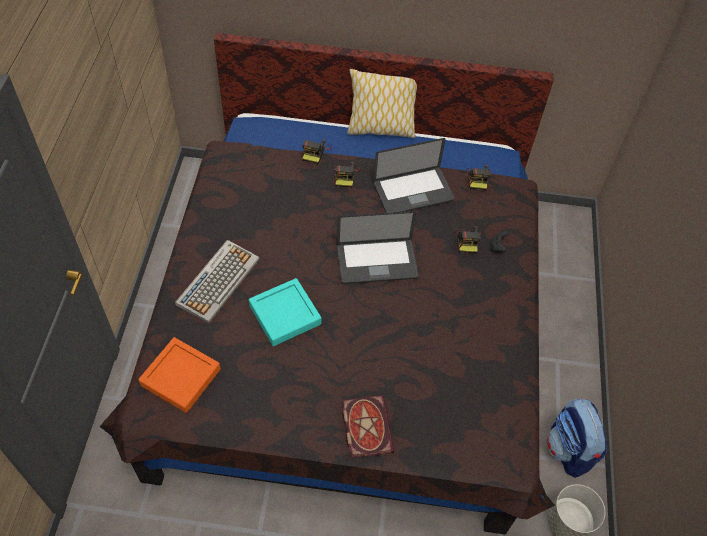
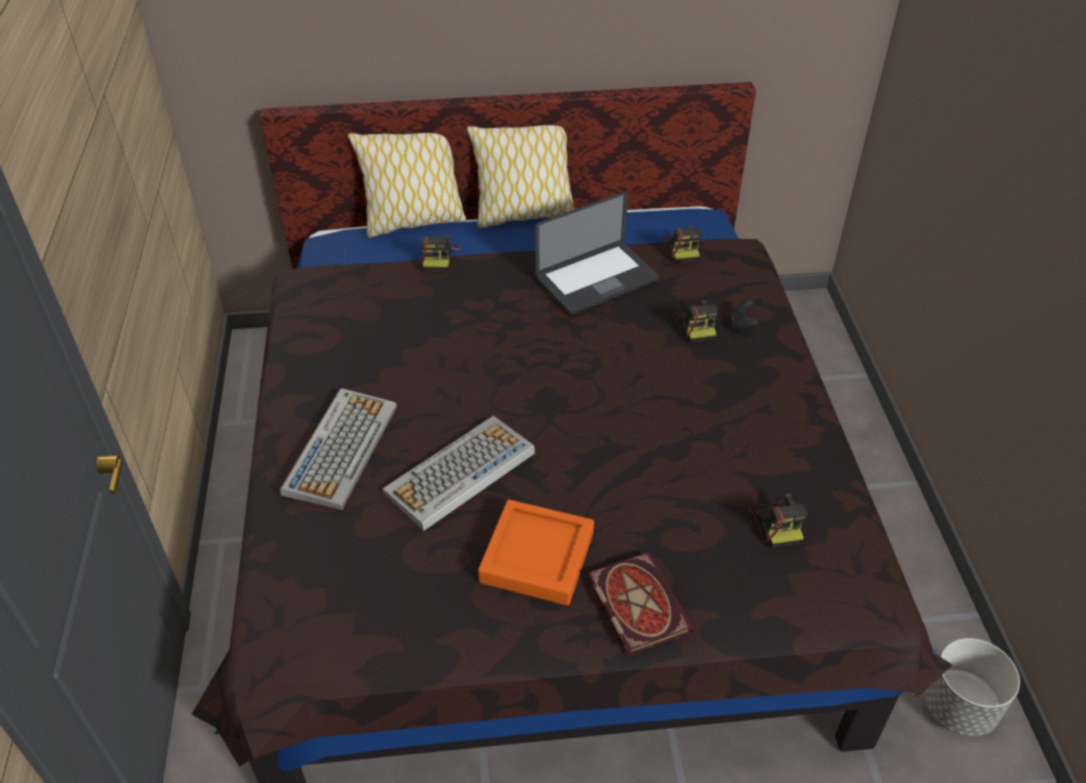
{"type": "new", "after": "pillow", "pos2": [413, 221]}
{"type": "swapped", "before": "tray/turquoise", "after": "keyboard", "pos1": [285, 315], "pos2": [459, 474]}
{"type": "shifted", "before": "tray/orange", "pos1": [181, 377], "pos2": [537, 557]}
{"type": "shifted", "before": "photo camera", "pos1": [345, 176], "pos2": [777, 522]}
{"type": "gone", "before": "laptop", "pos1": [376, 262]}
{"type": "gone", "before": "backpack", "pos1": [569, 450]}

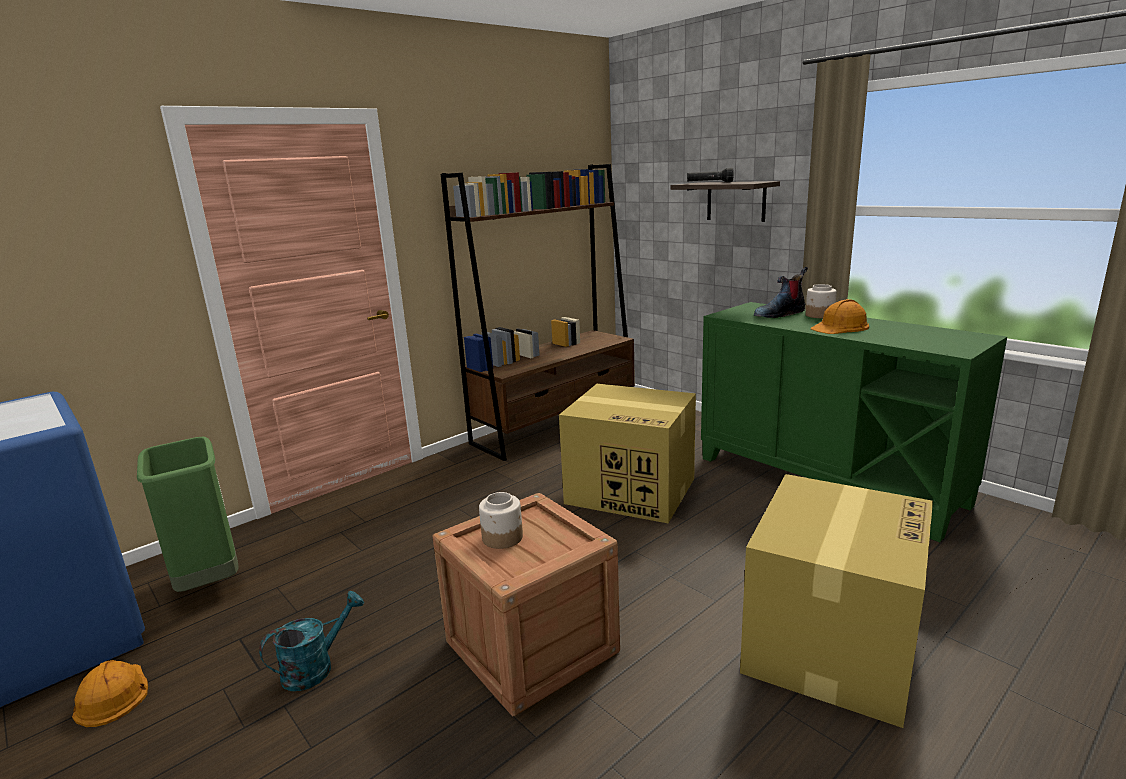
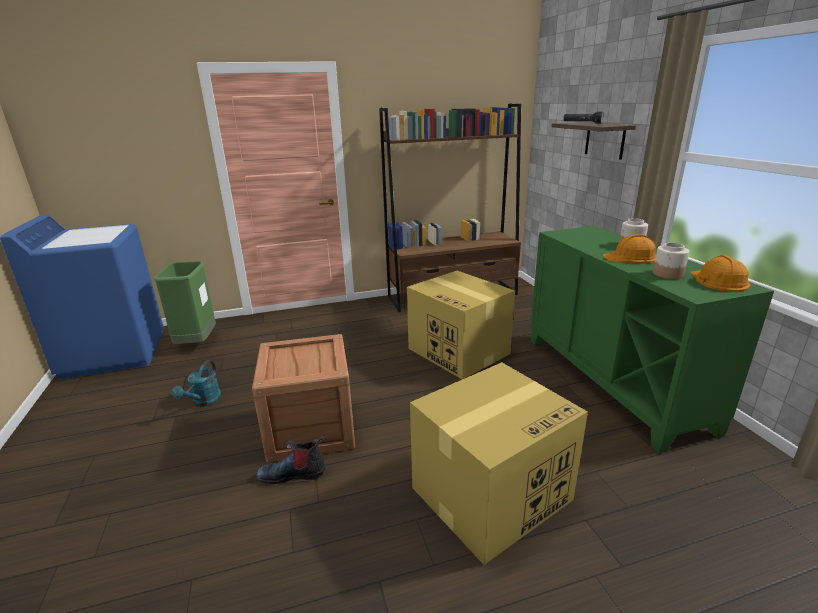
{"type": "rotated", "before": "watering can/turquoise", "pos1": [316, 667], "pos2": [204, 402], "turn": 120}
{"type": "shifted", "before": "boot", "pos1": [779, 314], "pos2": [293, 474]}
{"type": "shifted", "before": "jar", "pos1": [503, 537], "pos2": [668, 274]}
{"type": "shifted", "before": "hard hat/orange", "pos1": [112, 695], "pos2": [718, 281]}

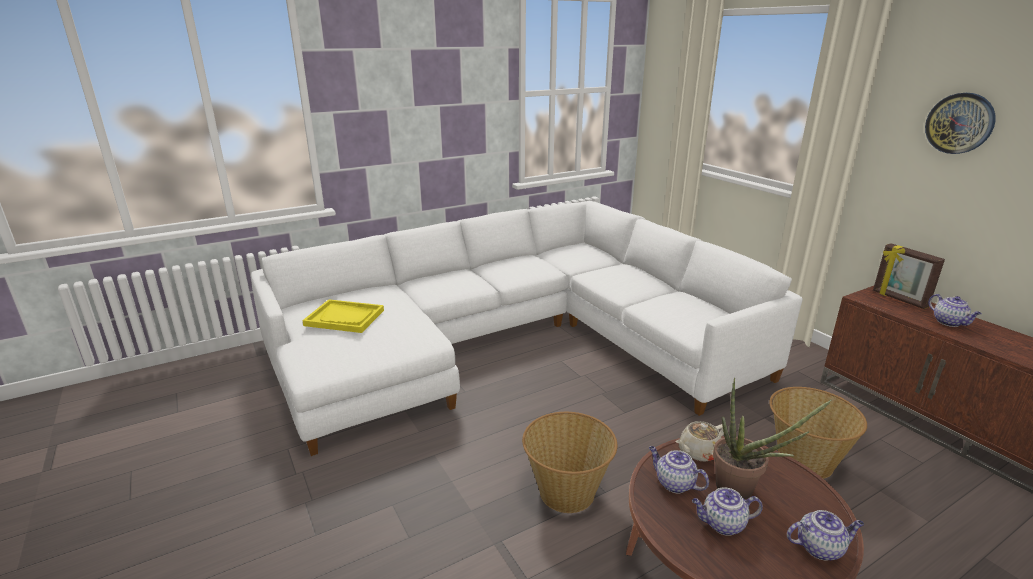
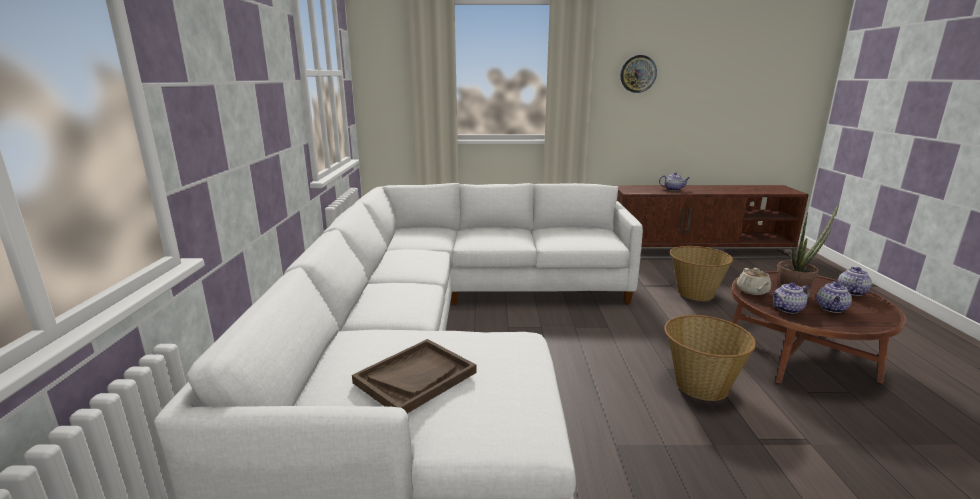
{"type": "repainted", "before": "tray/yellow", "after": "tray/brown", "pos1": [345, 318], "pos2": [415, 377]}
{"type": "gone", "before": "picture frame", "pos1": [899, 299]}

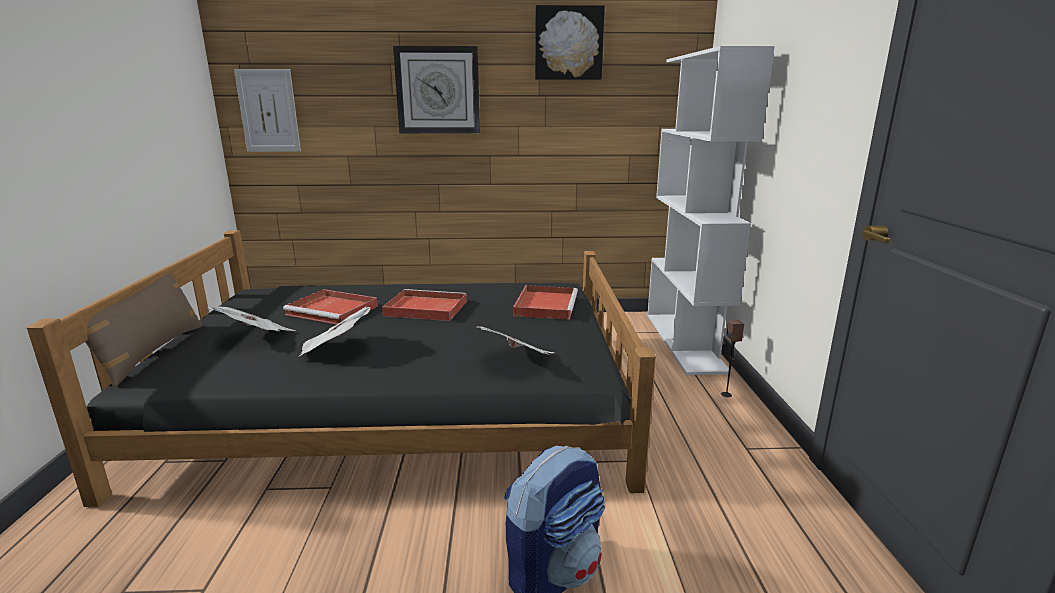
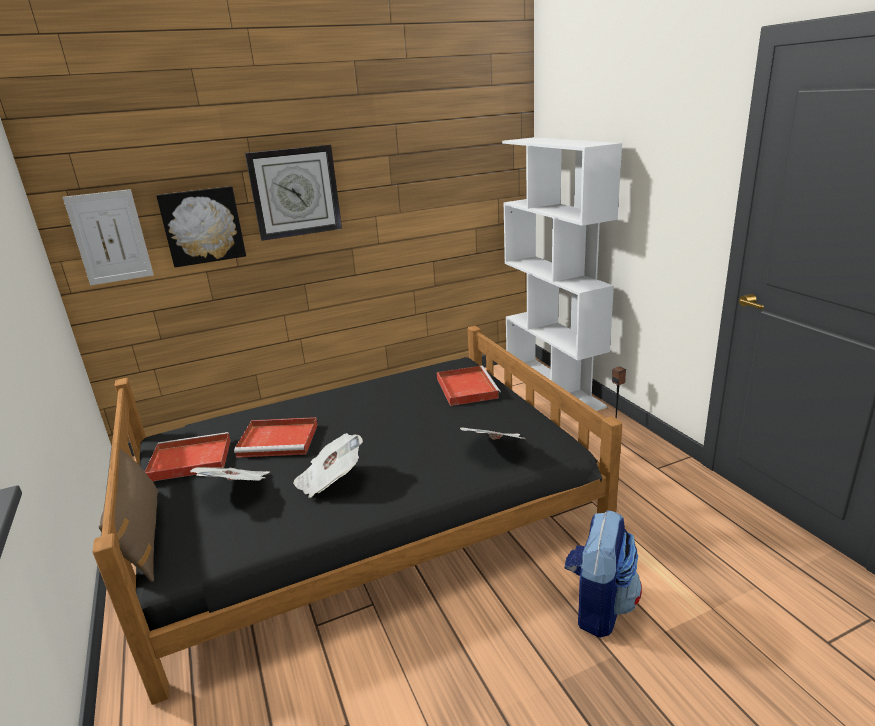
{"type": "shifted", "before": "tray/red", "pos1": [424, 308], "pos2": [188, 460]}
{"type": "shifted", "before": "picture", "pos1": [568, 43], "pos2": [202, 226]}

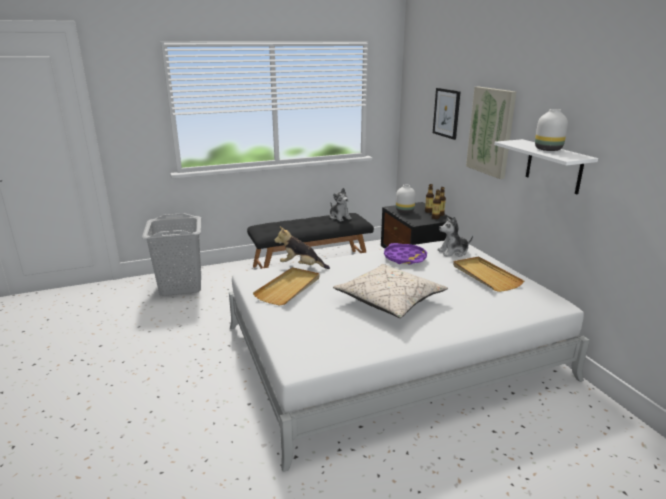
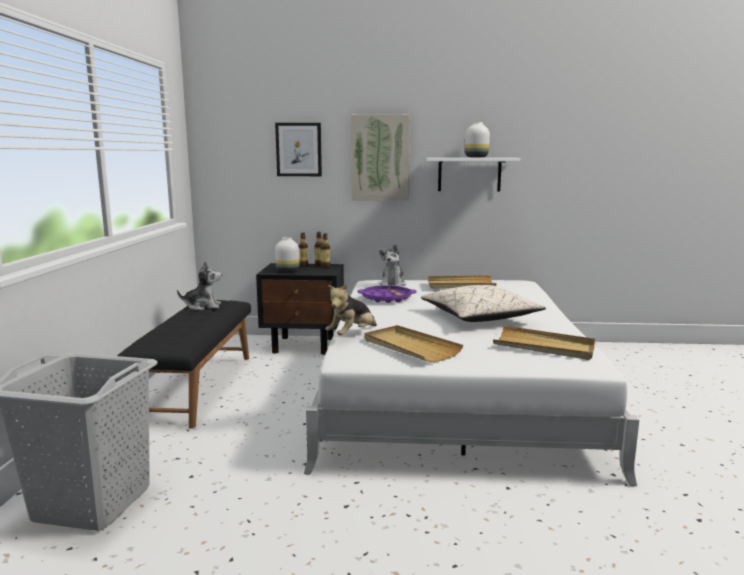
{"type": "new", "after": "tray/beige", "pos2": [544, 346]}

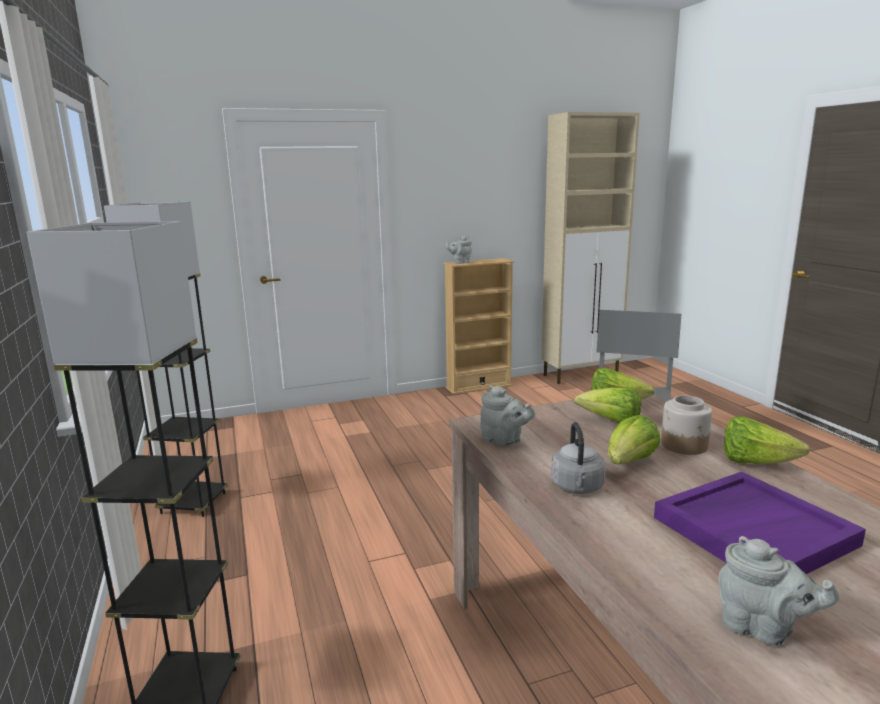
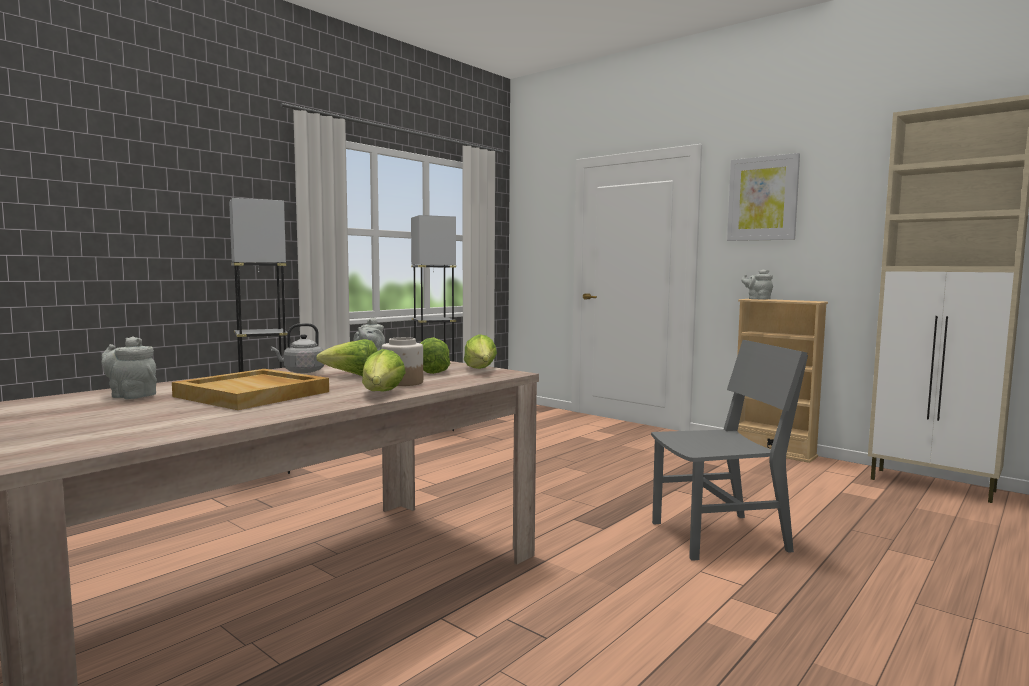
{"type": "rotated", "before": "teapot/grey", "pos1": [762, 629], "pos2": [131, 395], "turn": 105}
{"type": "repainted", "before": "tray/purple", "after": "tray/beige", "pos1": [753, 530], "pos2": [254, 394]}
{"type": "new", "after": "picture", "pos2": [762, 199]}

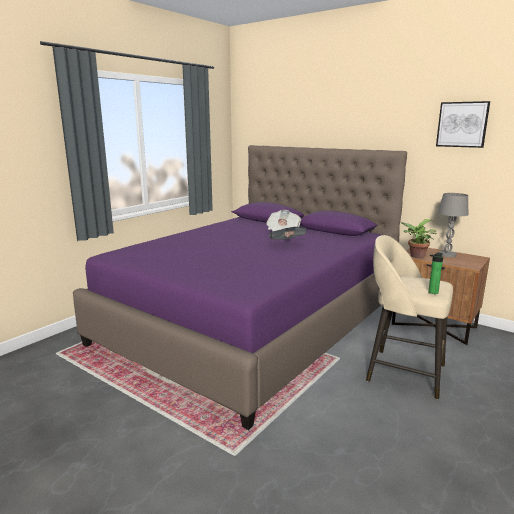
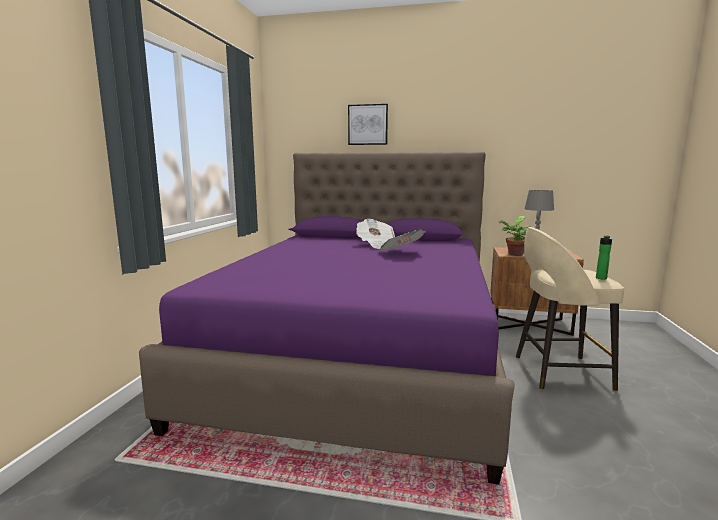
{"type": "shifted", "before": "picture", "pos1": [462, 124], "pos2": [368, 125]}

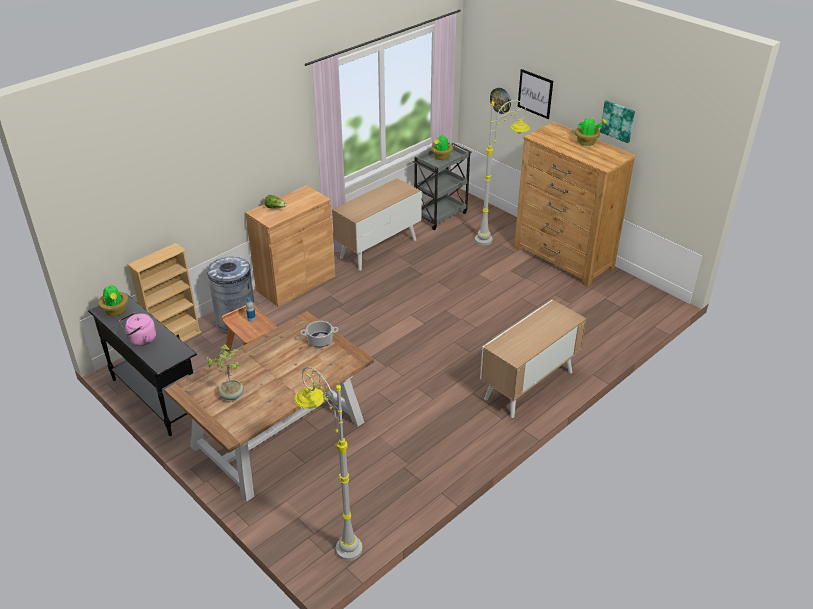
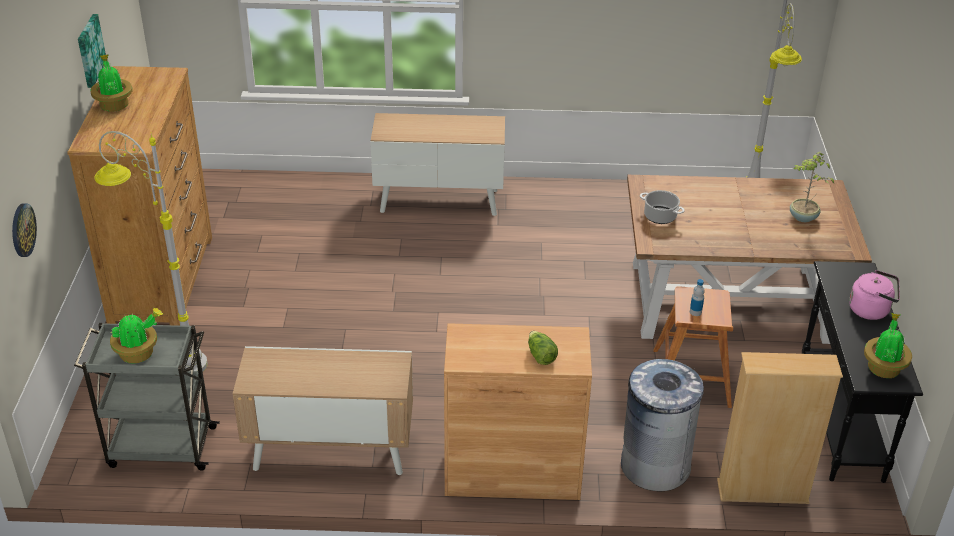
{"type": "gone", "before": "picture", "pos1": [535, 93]}

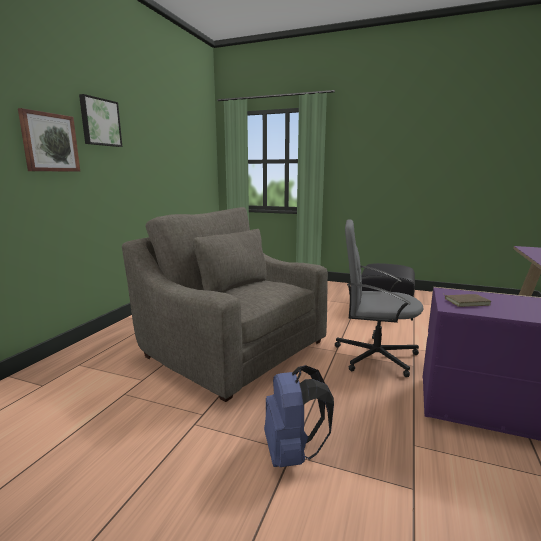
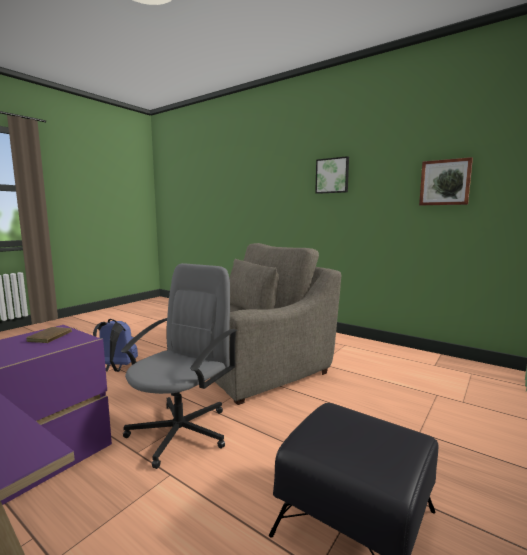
{"type": "shifted", "before": "picture", "pos1": [49, 142], "pos2": [445, 182]}

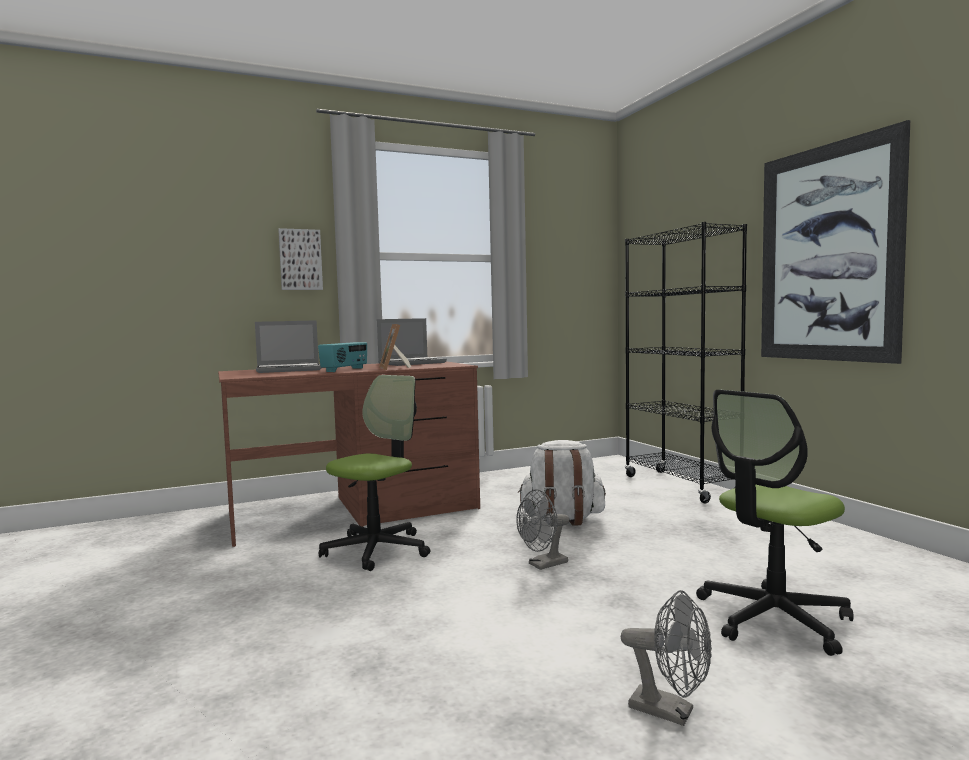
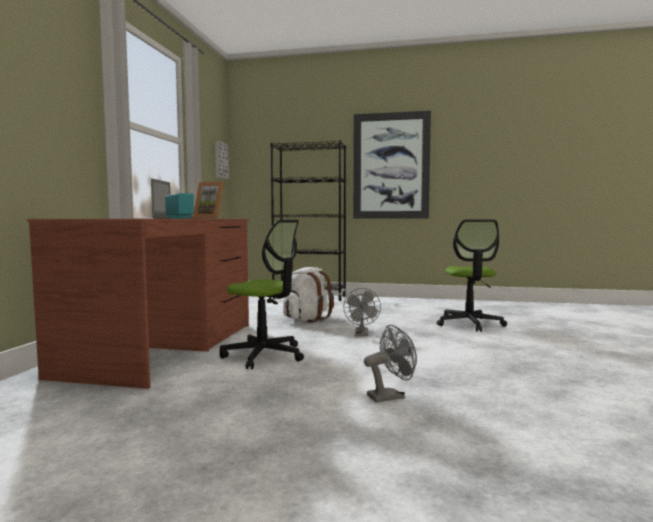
{"type": "shifted", "before": "picture", "pos1": [300, 260], "pos2": [220, 160]}
{"type": "rotated", "before": "office chair", "pos1": [376, 550], "pos2": [264, 355], "turn": 135}
{"type": "shifted", "before": "fan/grey", "pos1": [671, 712], "pos2": [390, 396]}
{"type": "gone", "before": "laptop", "pos1": [290, 370]}

